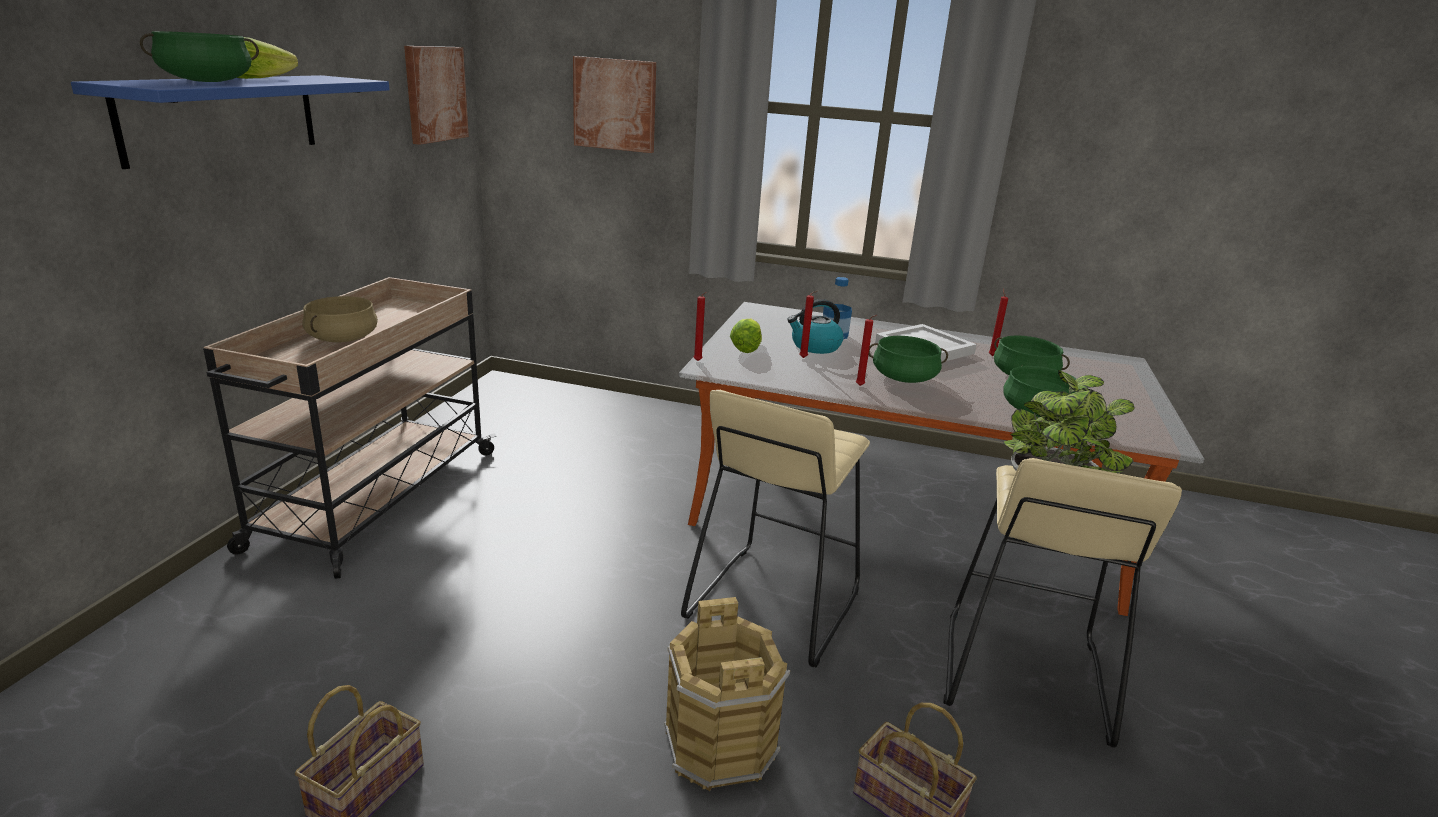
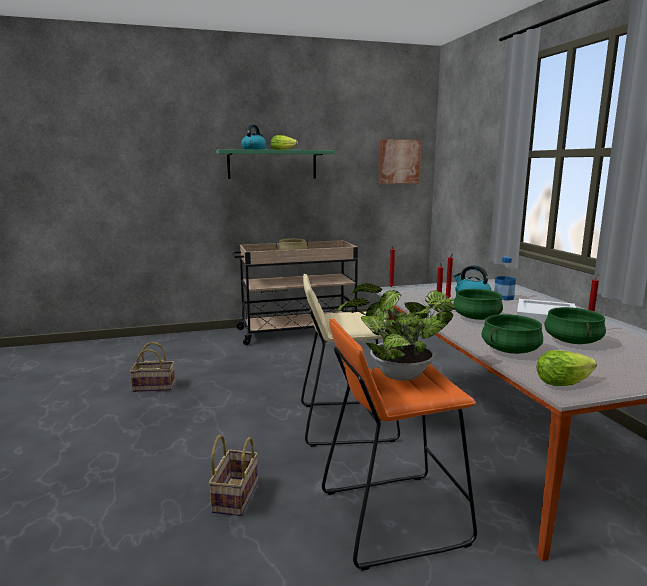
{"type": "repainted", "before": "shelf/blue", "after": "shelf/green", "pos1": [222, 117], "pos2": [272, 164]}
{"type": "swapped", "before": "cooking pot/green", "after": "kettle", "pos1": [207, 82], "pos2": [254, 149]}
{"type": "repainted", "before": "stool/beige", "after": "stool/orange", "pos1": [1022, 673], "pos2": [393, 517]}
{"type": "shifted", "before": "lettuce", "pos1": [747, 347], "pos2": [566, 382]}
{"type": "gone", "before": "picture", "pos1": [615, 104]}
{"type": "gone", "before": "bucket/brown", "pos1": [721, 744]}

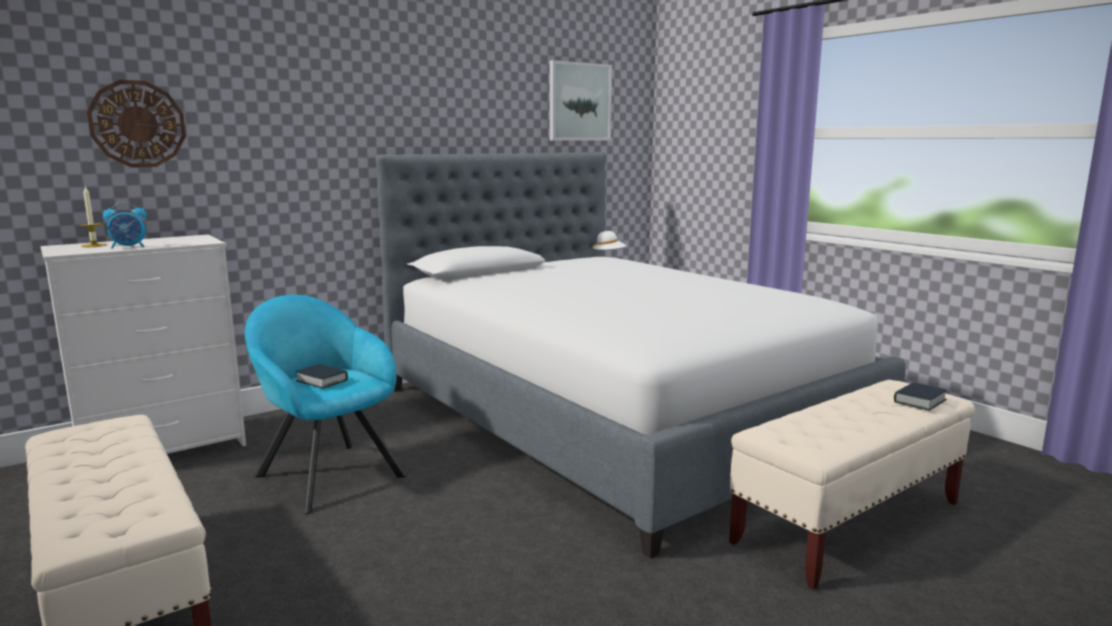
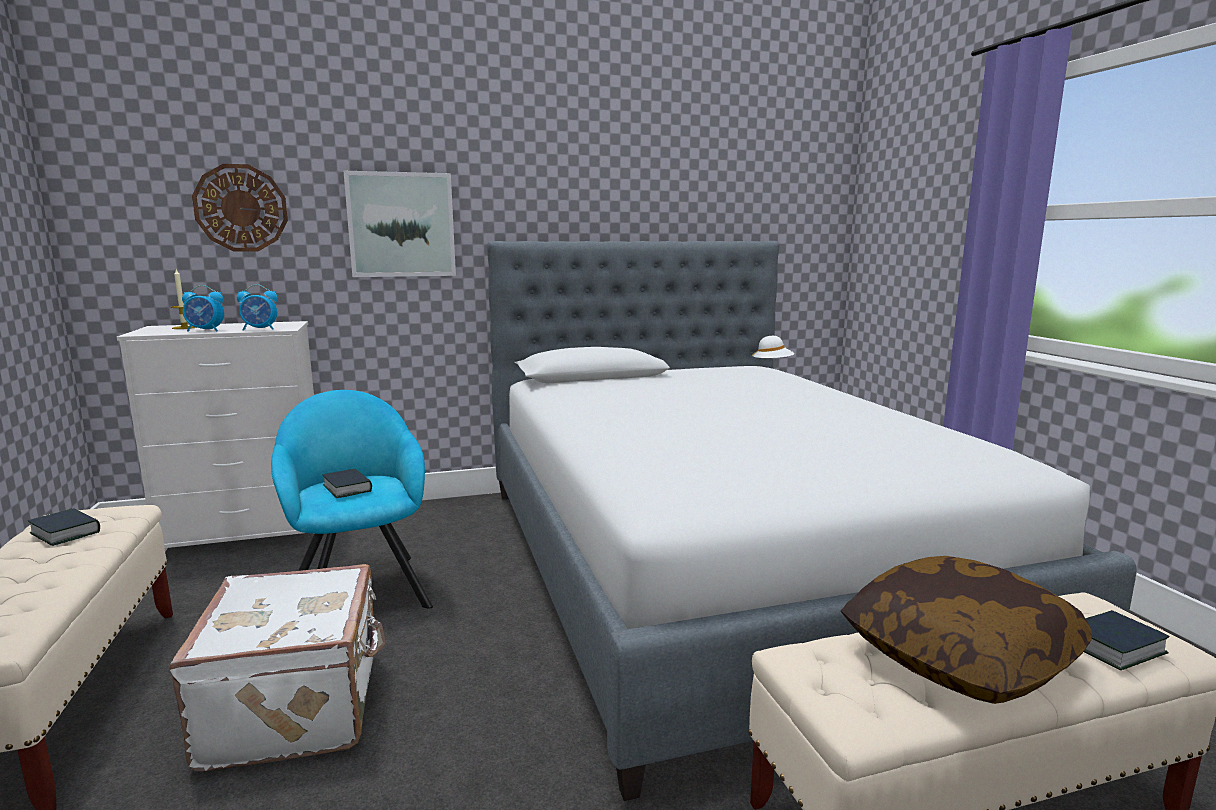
{"type": "new", "after": "book", "pos2": [65, 533]}
{"type": "new", "after": "suitcase/white", "pos2": [299, 706]}
{"type": "new", "after": "alarm clock", "pos2": [260, 329]}
{"type": "shifted", "before": "picture", "pos1": [579, 102], "pos2": [401, 225]}
{"type": "new", "after": "pillow", "pos2": [958, 656]}

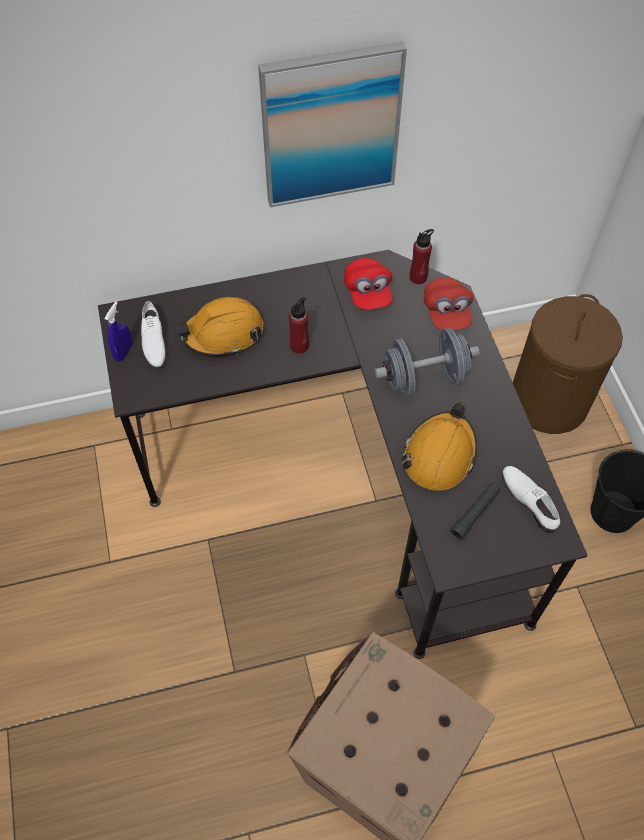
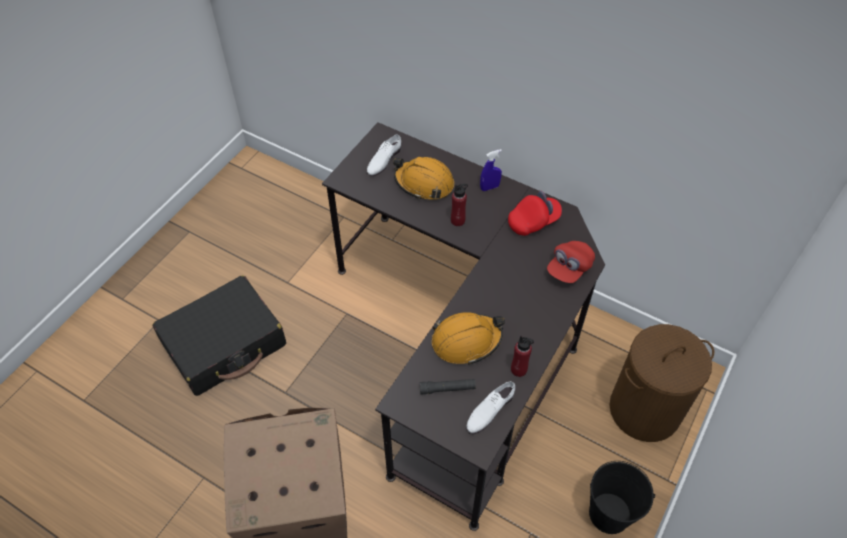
{"type": "new", "after": "suitcase/black", "pos2": [225, 344]}
{"type": "rotated", "before": "shoe/white", "pos1": [529, 500], "pos2": [489, 410], "turn": -150}
{"type": "shifted", "before": "spray bottle/blue", "pos1": [124, 352], "pos2": [489, 187]}
{"type": "rotated", "before": "cap/red", "pos1": [367, 293], "pos2": [533, 221], "turn": -150}
{"type": "shifted", "before": "bottle/red", "pos1": [418, 277], "pos2": [519, 369]}
{"type": "gone", "before": "picture", "pos1": [330, 126]}
{"type": "gone", "before": "dumbbell/grey", "pos1": [424, 378]}

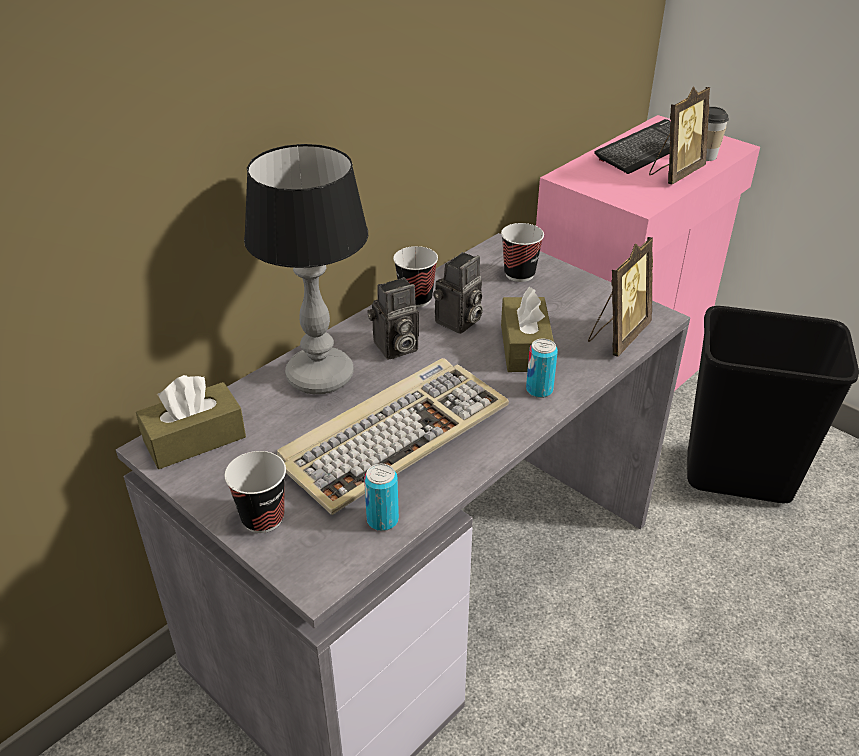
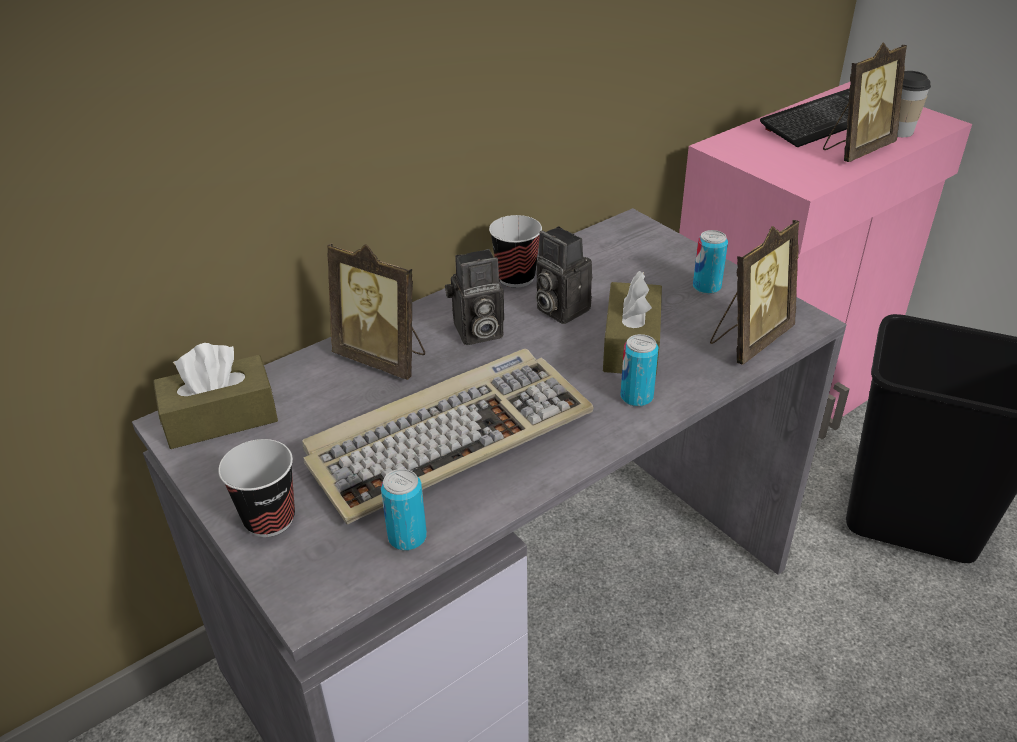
{"type": "swapped", "before": "table lamp", "after": "picture frame", "pos1": [321, 376], "pos2": [383, 358]}
{"type": "rotated", "before": "photo camera", "pos1": [458, 323], "pos2": [559, 309], "turn": 90}
{"type": "new", "after": "can", "pos2": [706, 287]}
{"type": "gone", "before": "cup", "pos1": [519, 274]}

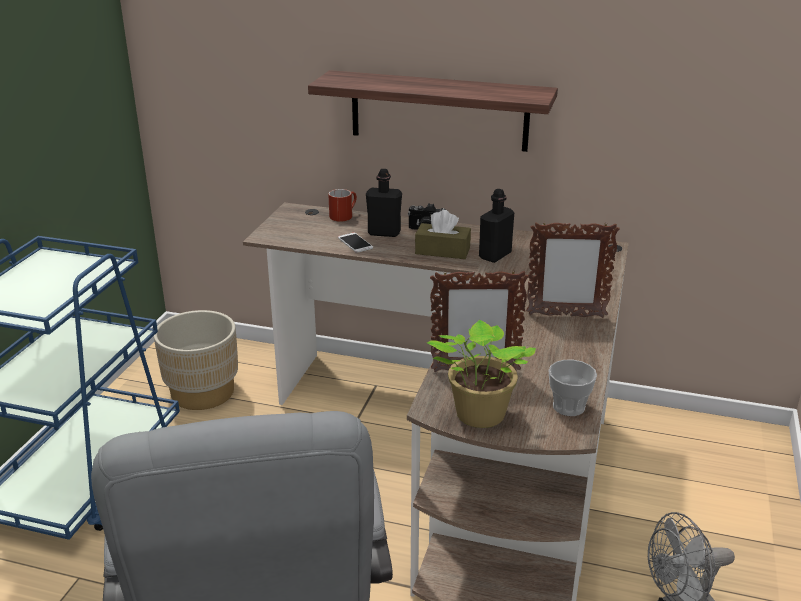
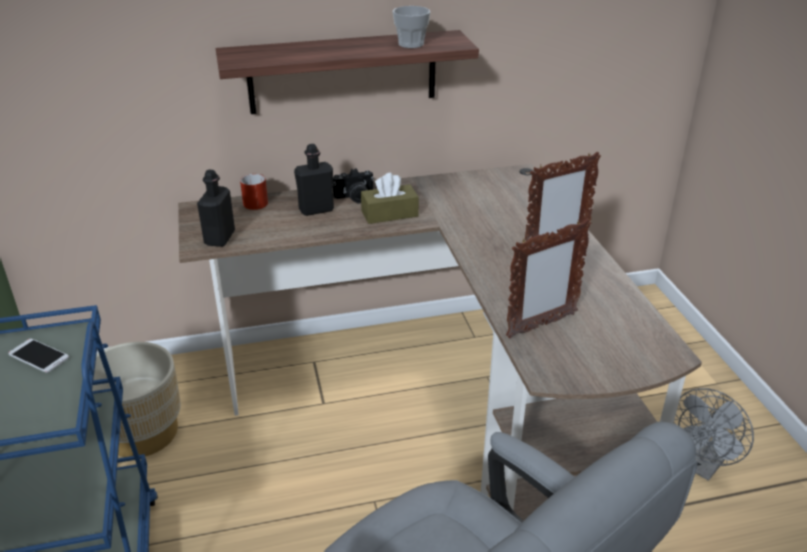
{"type": "shifted", "before": "phone", "pos1": [355, 243], "pos2": [39, 356]}
{"type": "shifted", "before": "bottle/black", "pos1": [495, 255], "pos2": [220, 238]}
{"type": "shifted", "before": "cup", "pos1": [568, 407], "pos2": [411, 44]}
{"type": "gone", "before": "potted plant", "pos1": [477, 416]}

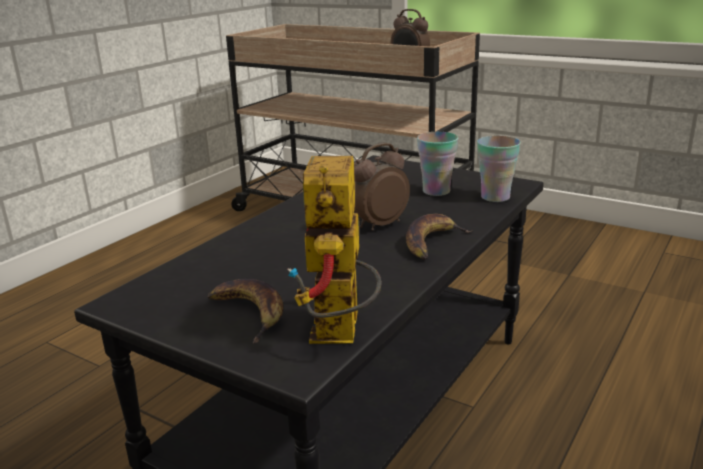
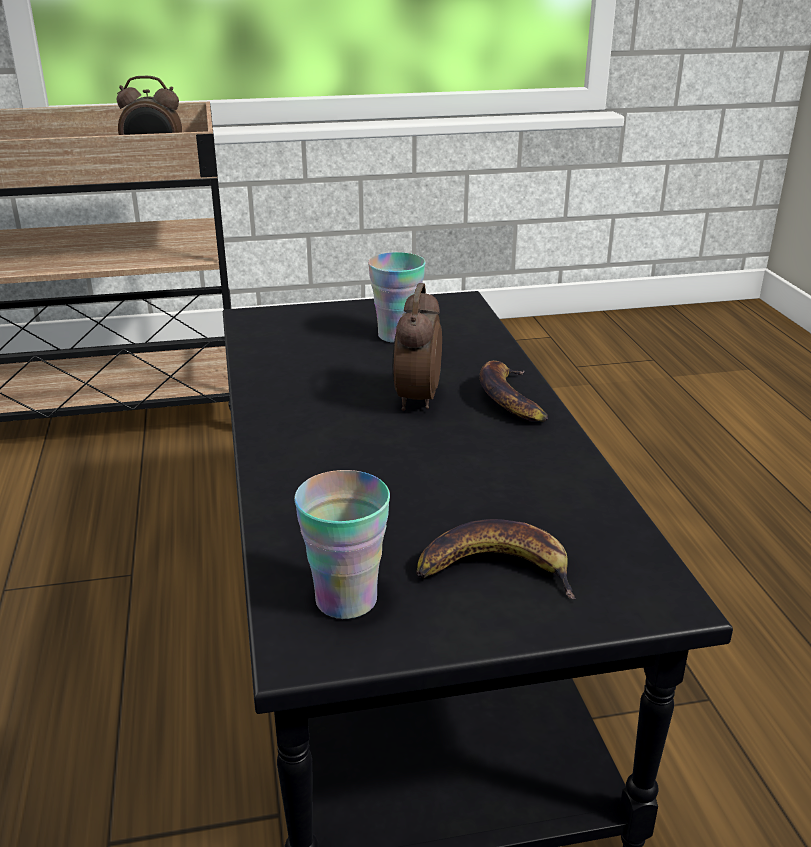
{"type": "shifted", "before": "cup", "pos1": [495, 197], "pos2": [346, 600]}
{"type": "gone", "before": "toy robot", "pos1": [340, 336]}

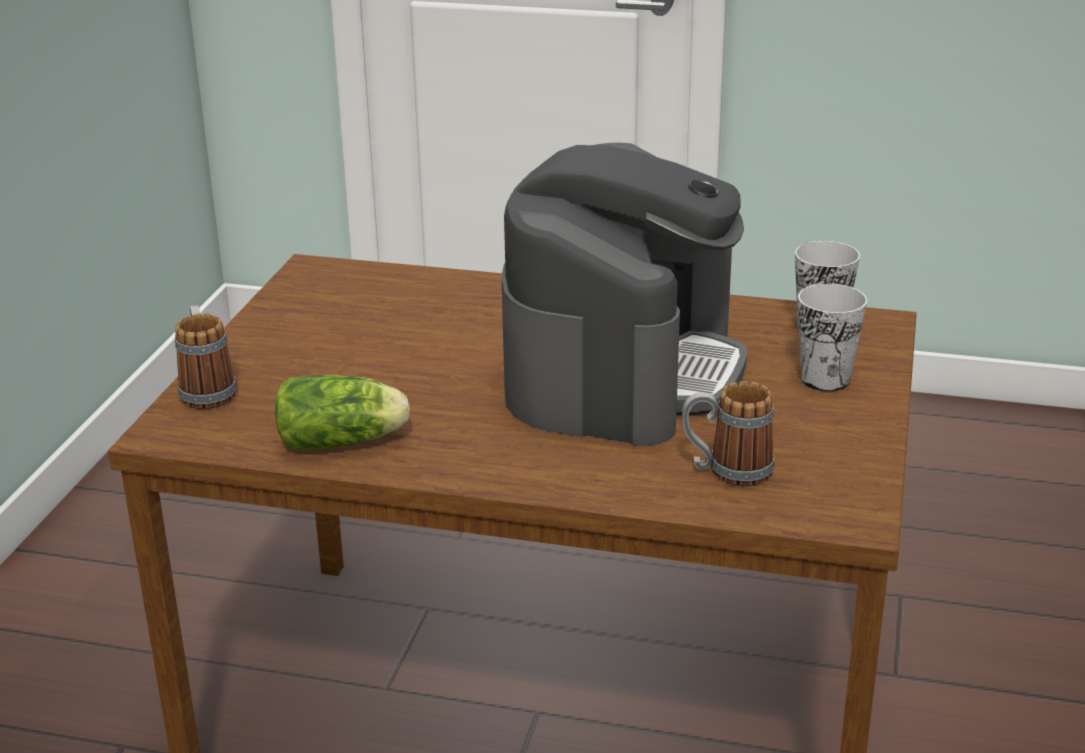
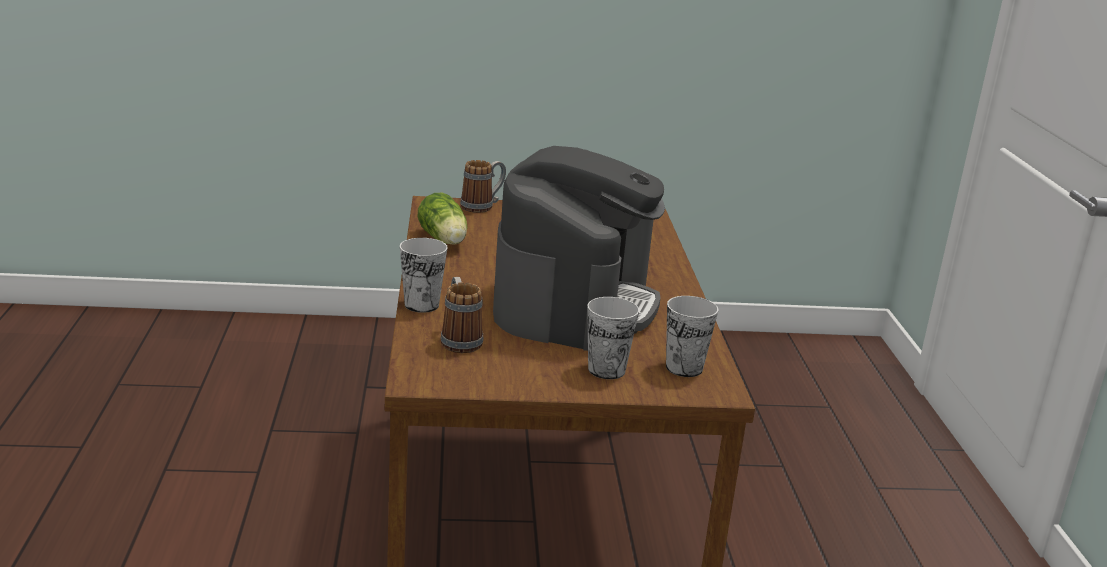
{"type": "new", "after": "cup", "pos2": [421, 305]}
{"type": "rotated", "before": "coffee machine", "pos1": [622, 370], "pos2": [574, 304], "turn": -75}

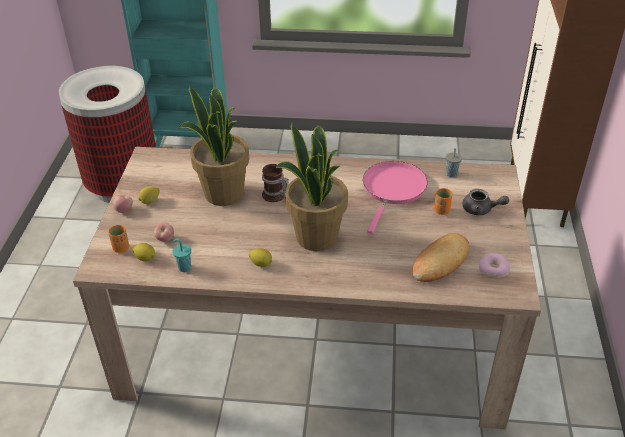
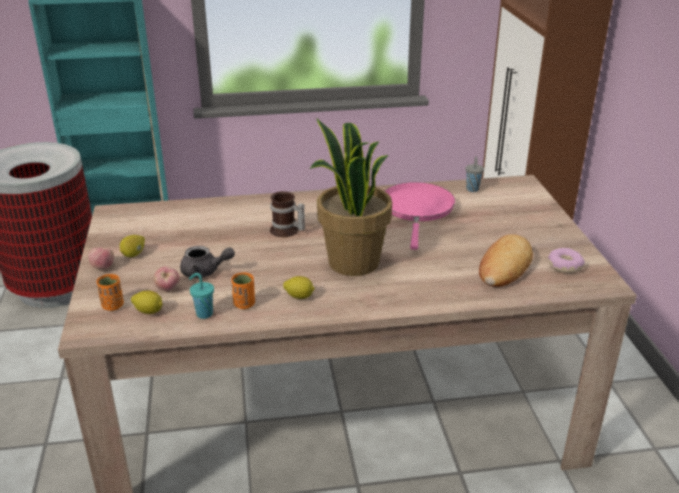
{"type": "shifted", "before": "teapot/grey", "pos1": [481, 210], "pos2": [205, 272]}
{"type": "shifted", "before": "cup/orange", "pos1": [441, 211], "pos2": [244, 304]}
{"type": "gone", "before": "potted plant", "pos1": [223, 193]}

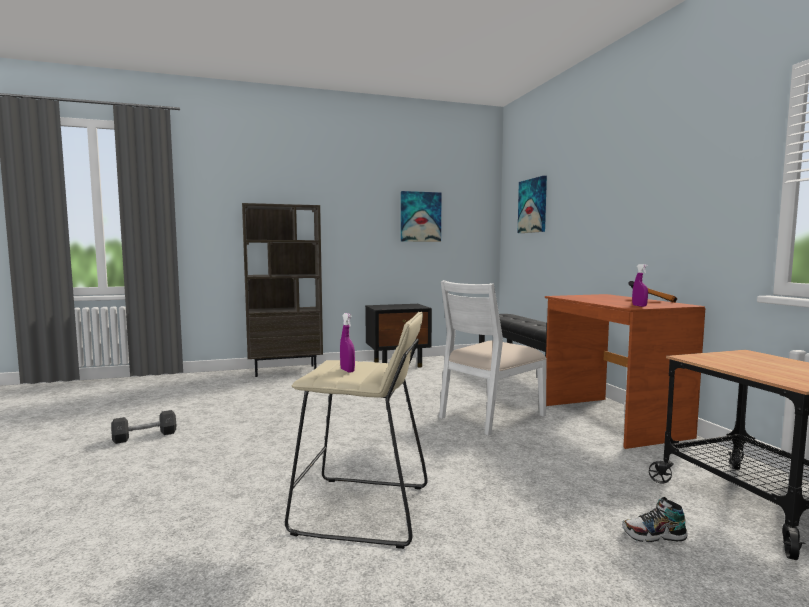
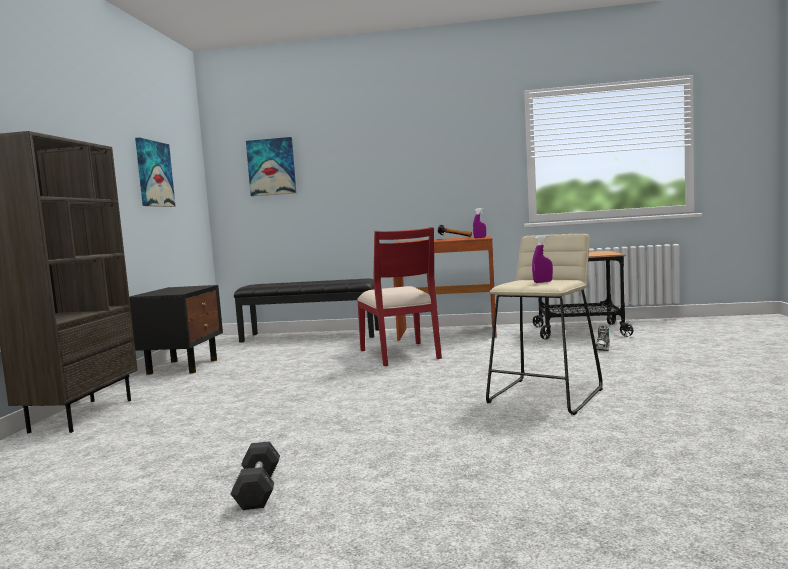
{"type": "repainted", "before": "chair/white", "after": "chair/red", "pos1": [490, 416], "pos2": [401, 354]}

